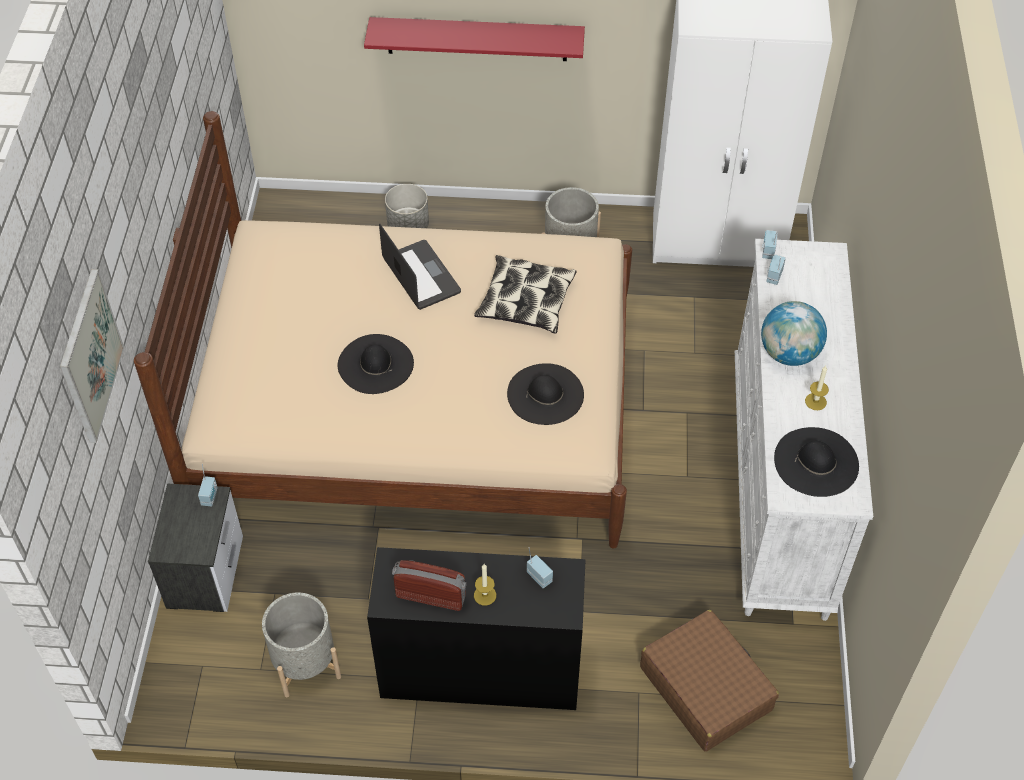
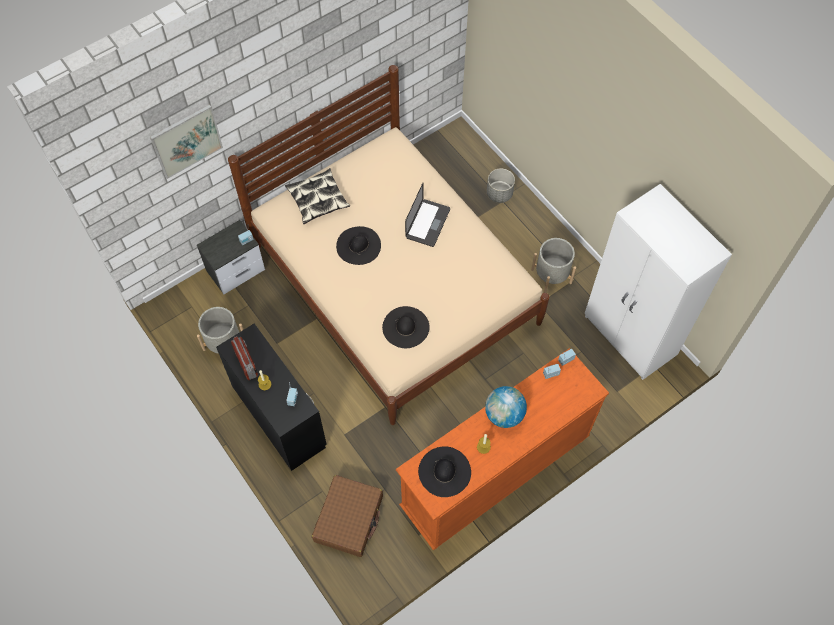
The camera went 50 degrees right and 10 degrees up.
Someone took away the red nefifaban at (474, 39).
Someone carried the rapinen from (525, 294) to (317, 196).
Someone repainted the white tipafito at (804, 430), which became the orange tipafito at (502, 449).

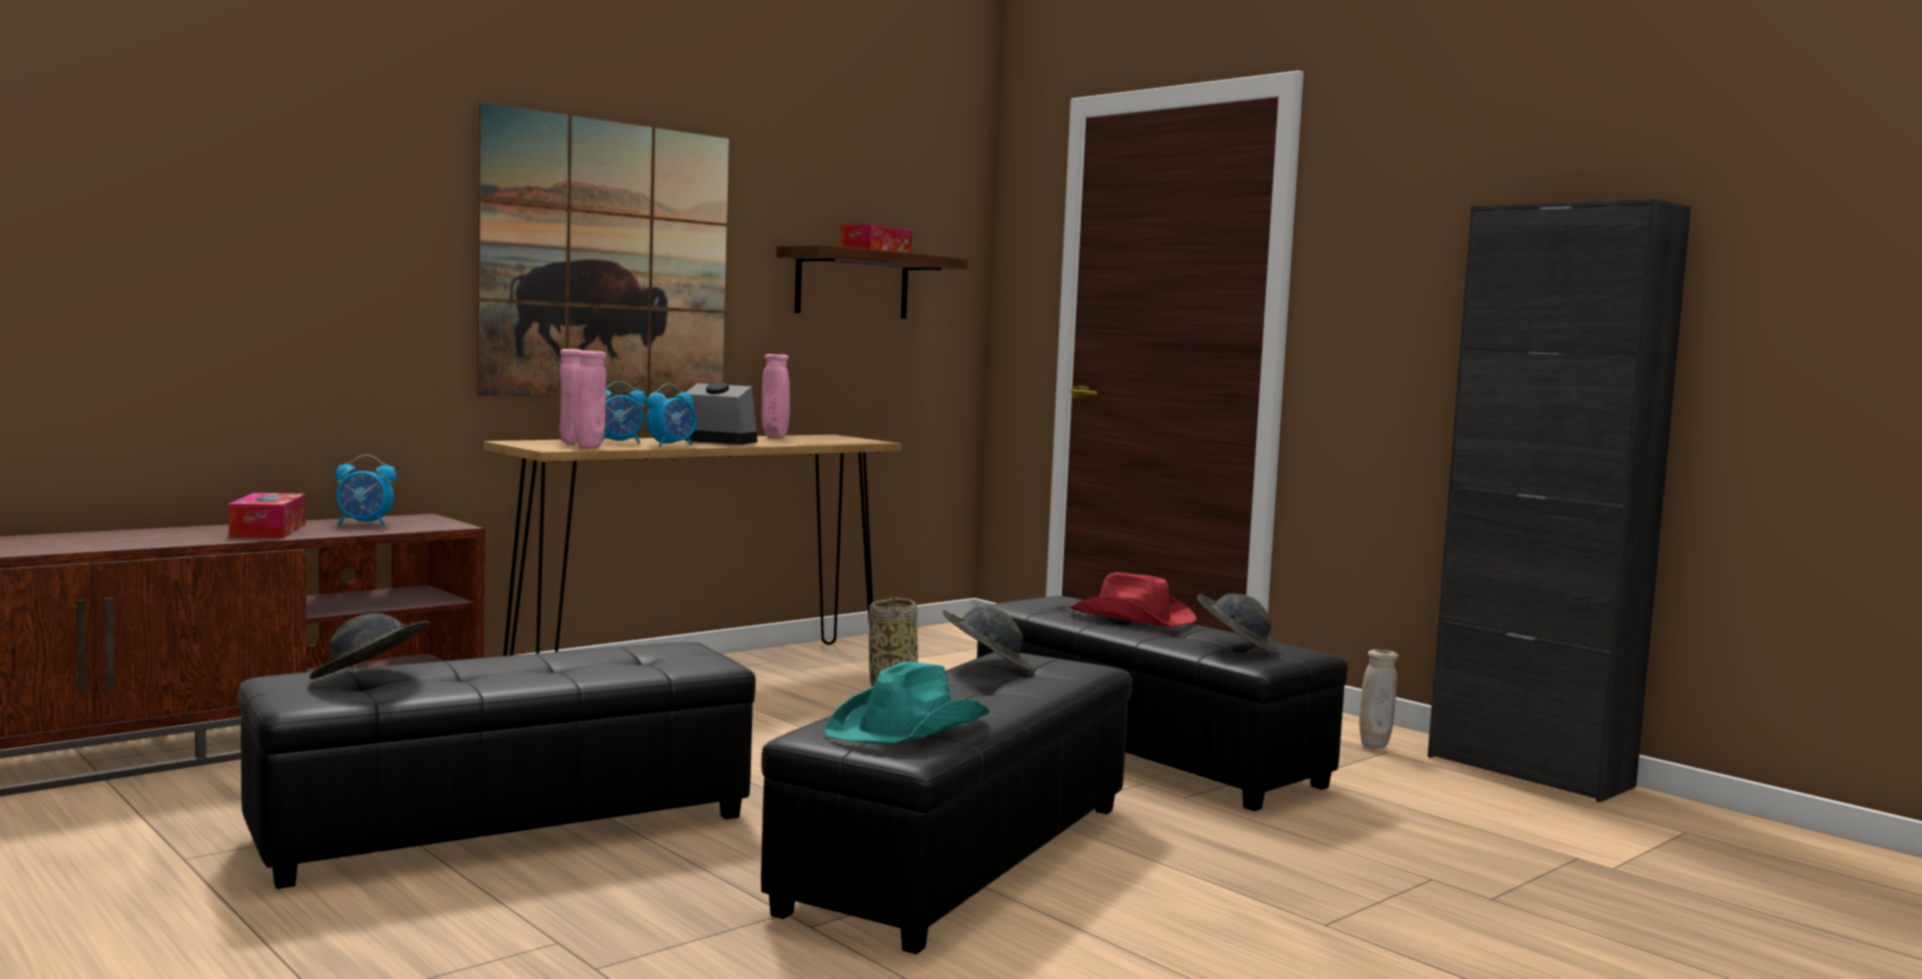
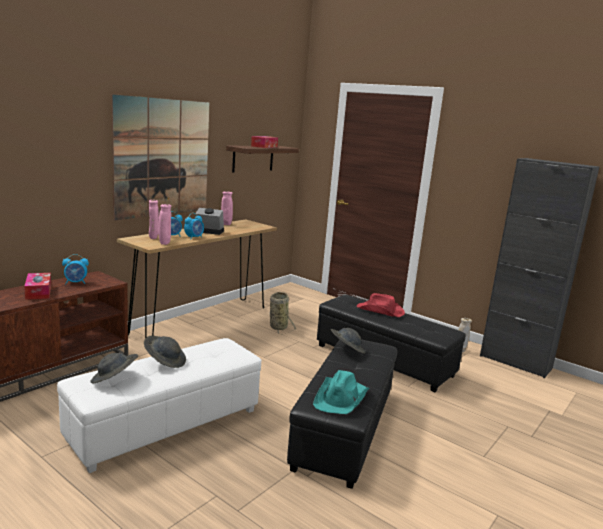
The camera went 10 degrees left and 10 degrees up.
Someone repainted the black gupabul at (497, 765), which became the white gupabul at (159, 405).
Someone carried the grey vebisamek from (1239, 623) to (165, 352).

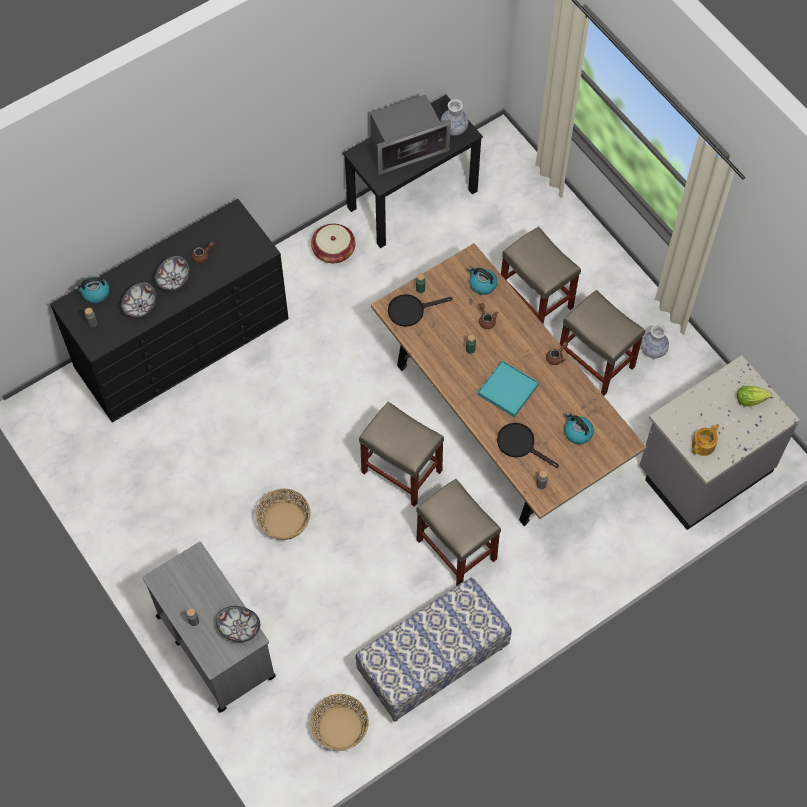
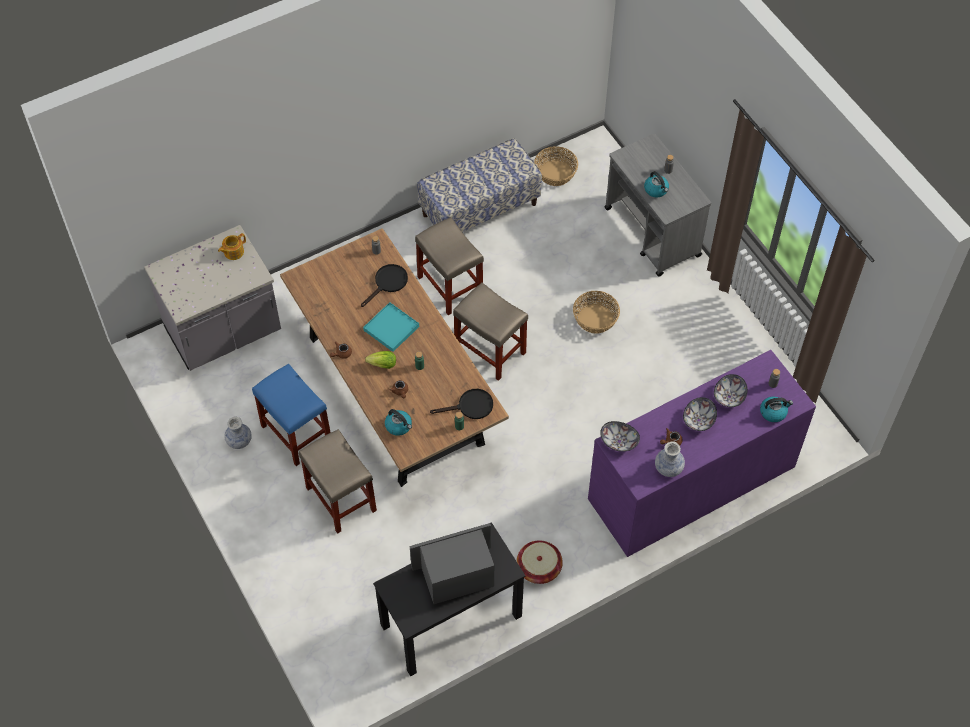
The camera went 175 degrees left and 5 degrees down.
Someone repainted the black tipafito at (169, 310), which became the purple tipafito at (702, 453).
Someone carried the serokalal from (238, 624) to (620, 436).
Someone carried the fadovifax from (454, 117) to (670, 459).
Someone rotated the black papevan at (528, 445) by 90 degrees counterclockwise.
Someone repainted the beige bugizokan at (602, 343), which became the blue bugizokan at (291, 415).
Someone carried the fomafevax from (579, 428) to (656, 184).
Someone carried the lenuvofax from (754, 396) to (380, 360).

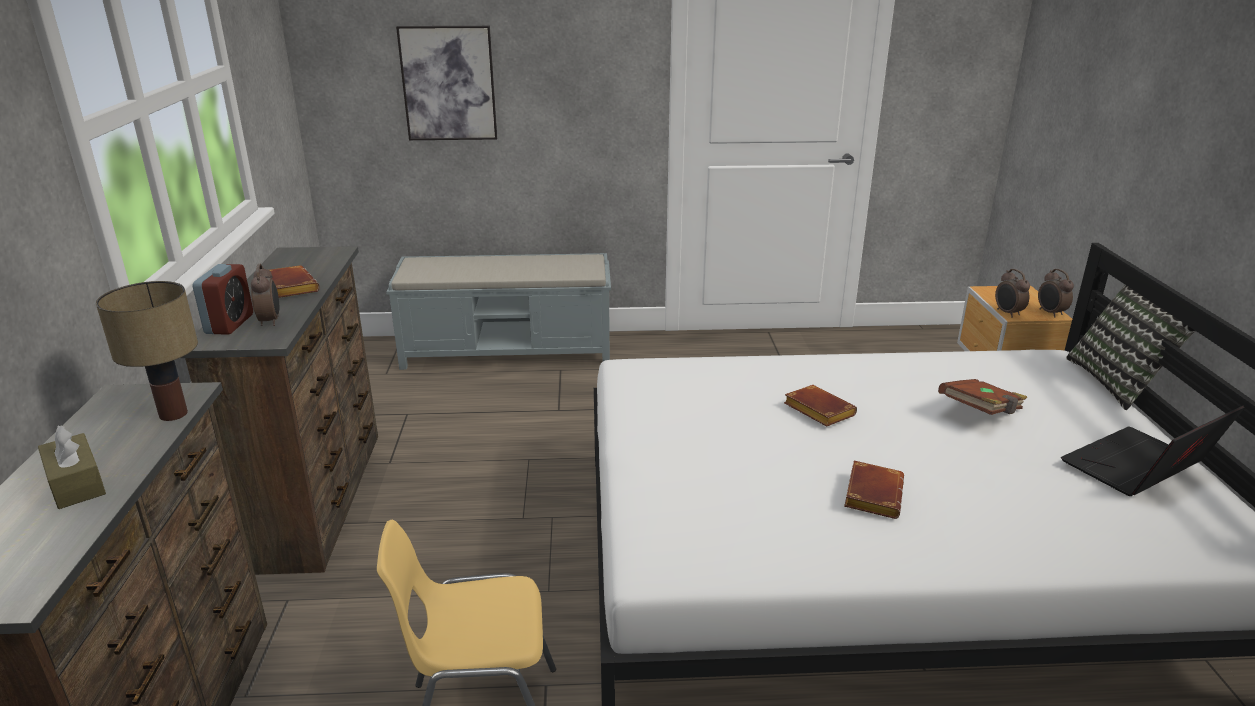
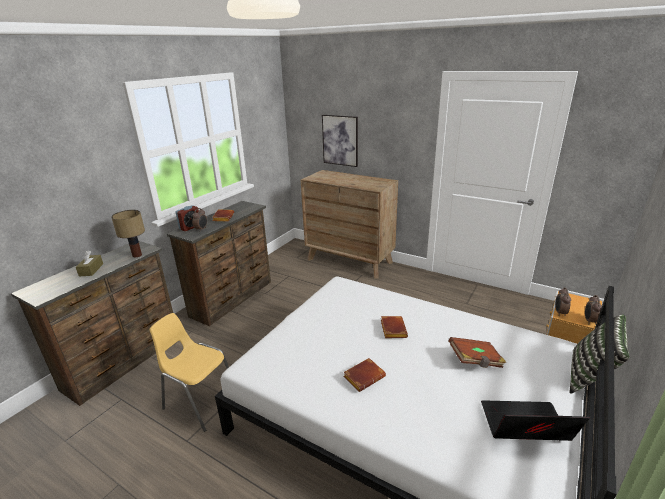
The camera went 35 degrees right and 0 degrees up.
Someone swapped the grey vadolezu at (498, 311) for the brown tipafito at (349, 224).

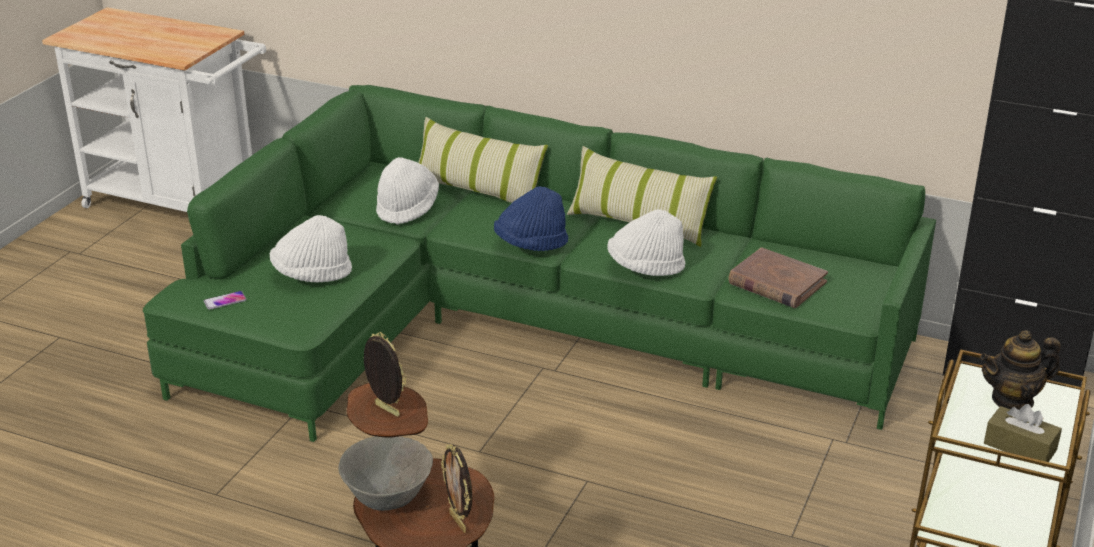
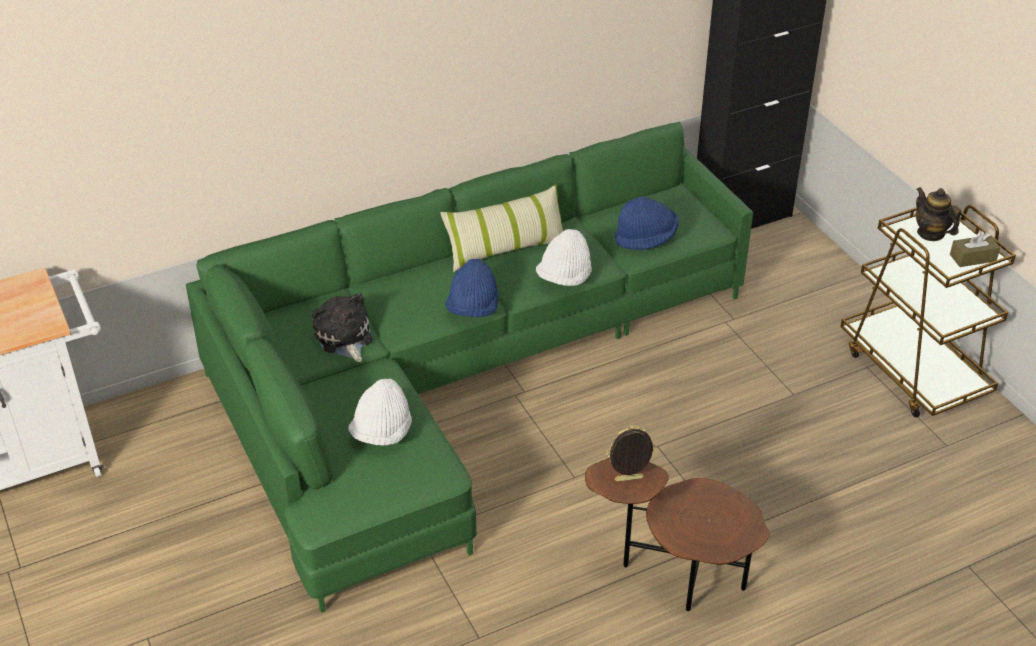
The camera went 50 degrees left and 10 degrees up.
Someone took away the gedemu at (225, 300).
Someone took away the grey serokalal at (385, 473).
Someone swapped the white vebisamek at (407, 191) for the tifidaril at (342, 327).
Someone took away the rapinen at (483, 160).
Someone took away the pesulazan at (456, 488).
Someone swapped the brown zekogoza at (778, 278) for the blue vebisamek at (647, 223).
Someone rotated the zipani at (1020, 370) by 120 degrees clockwise.

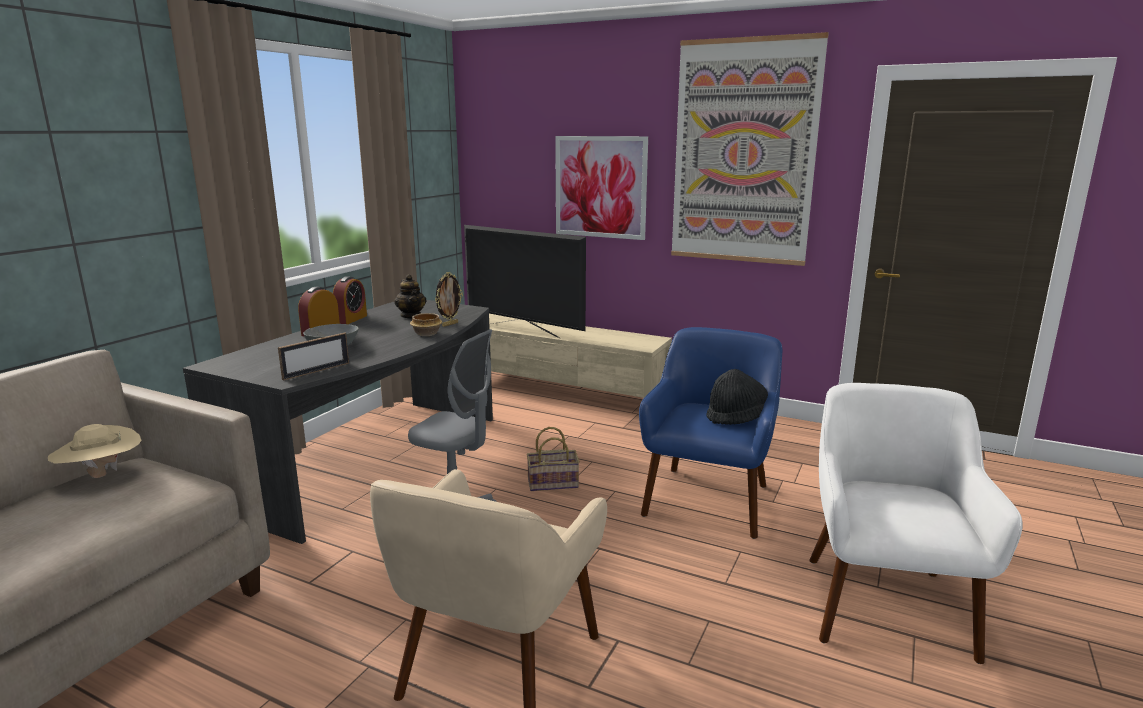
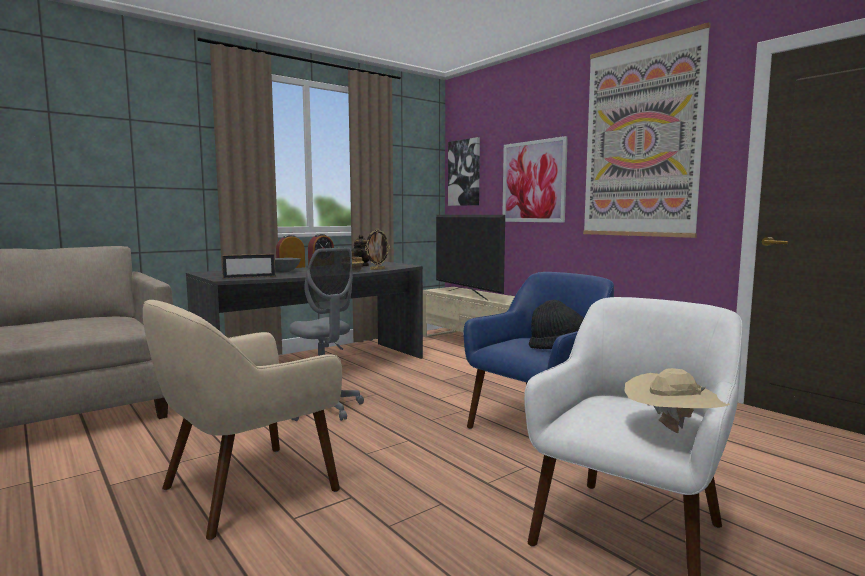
The camera went 25 degrees right and 10 degrees down.
Someone carried the beige vebisamek from (95, 451) to (677, 400).
Someone took away the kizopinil at (553, 459).
Someone put up the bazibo at (464, 171).

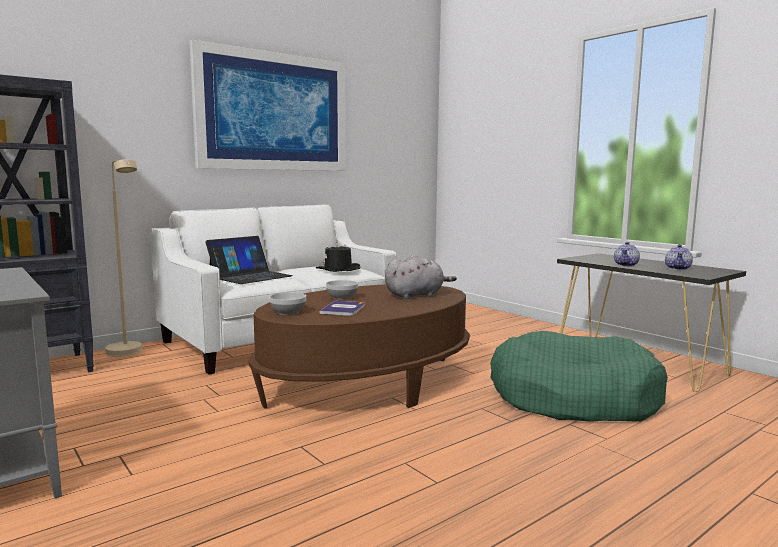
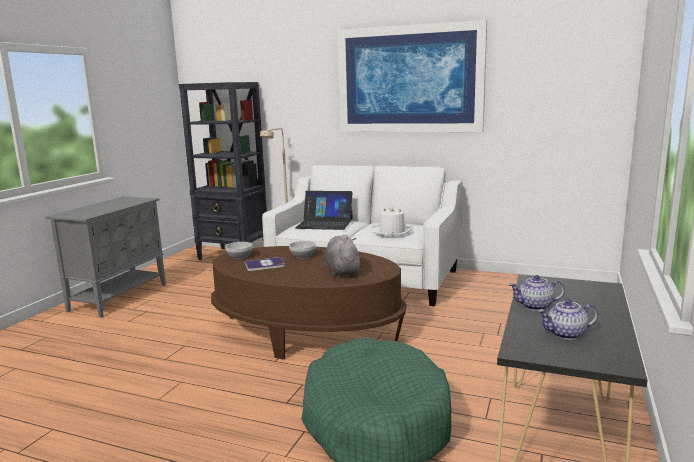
The camera went 60 degrees right and 5 degrees up.
Someone repainted the black vebisamek at (338, 257), which became the white vebisamek at (392, 221).
Someone rotated the grey tifidaril at (421, 277) by 135 degrees counterclockwise.

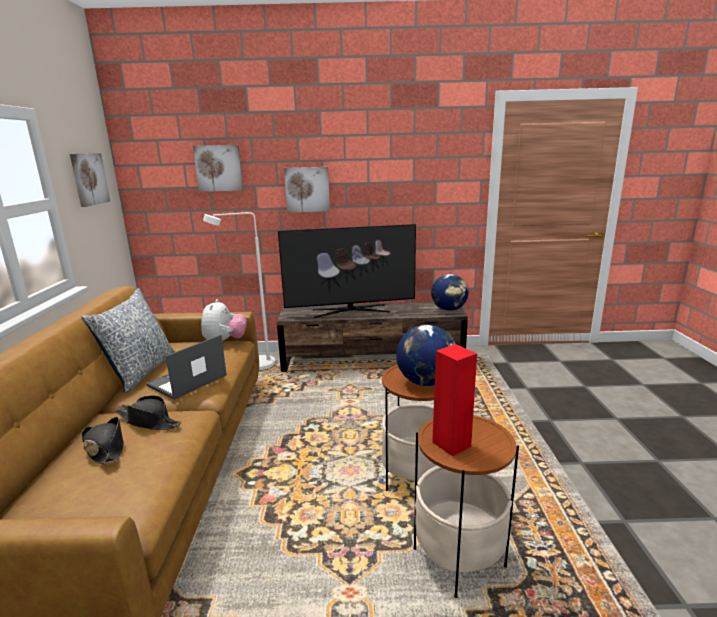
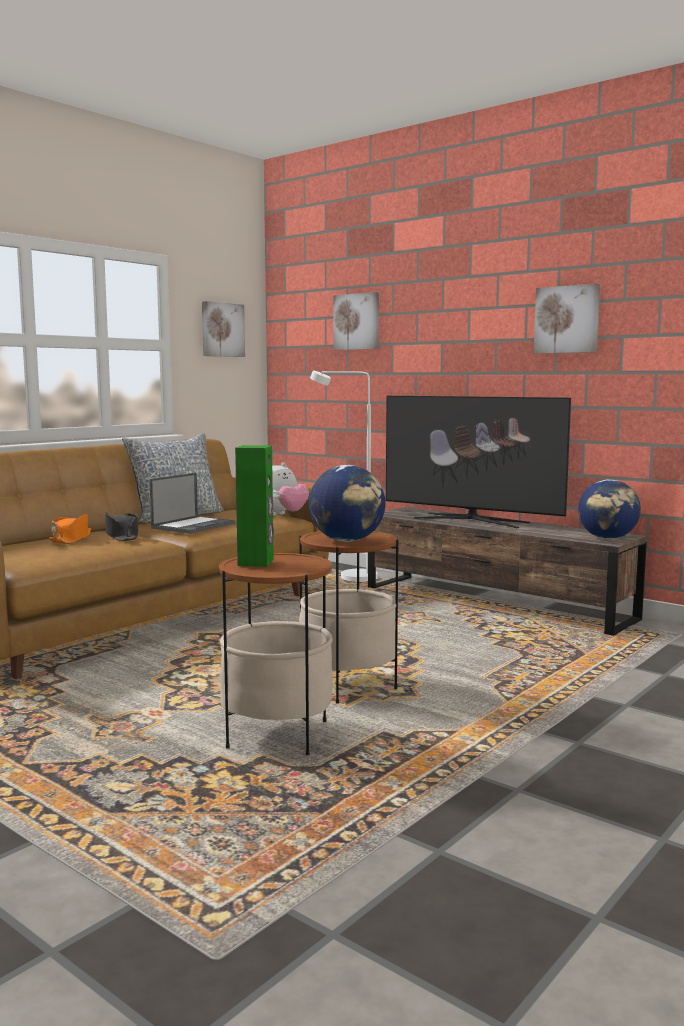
The camera went 40 degrees right and 10 degrees down.
Someone repainted the black vebisamek at (102, 440), which became the orange vebisamek at (70, 529).
Someone rotated the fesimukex at (186, 367) by 135 degrees clockwise.
Someone carried the bazibo from (307, 190) to (567, 318).
Someone repainted the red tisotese at (454, 400), which became the green tisotese at (254, 506).

